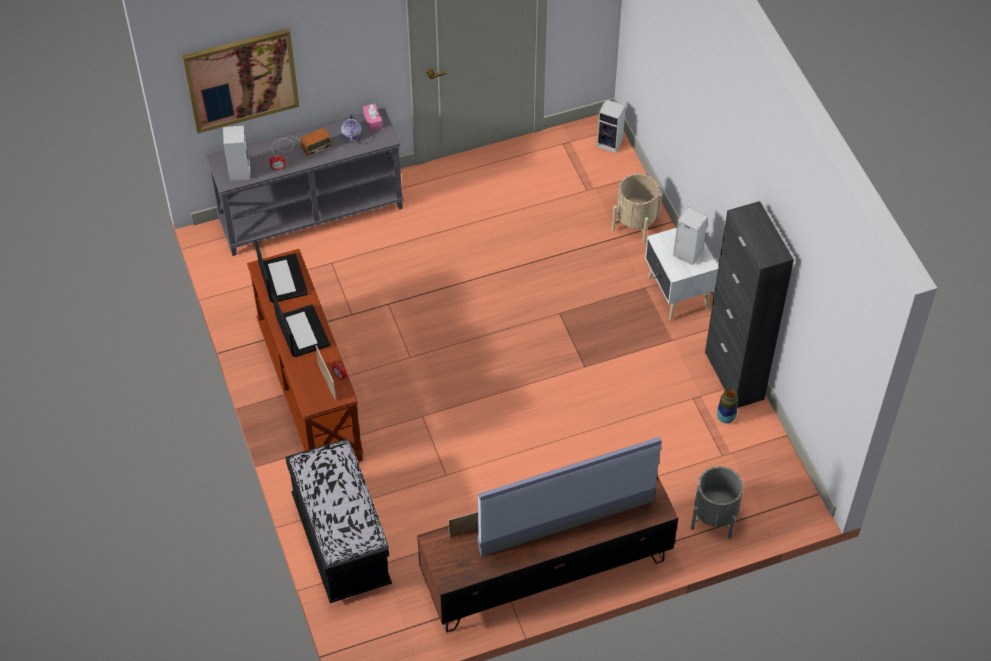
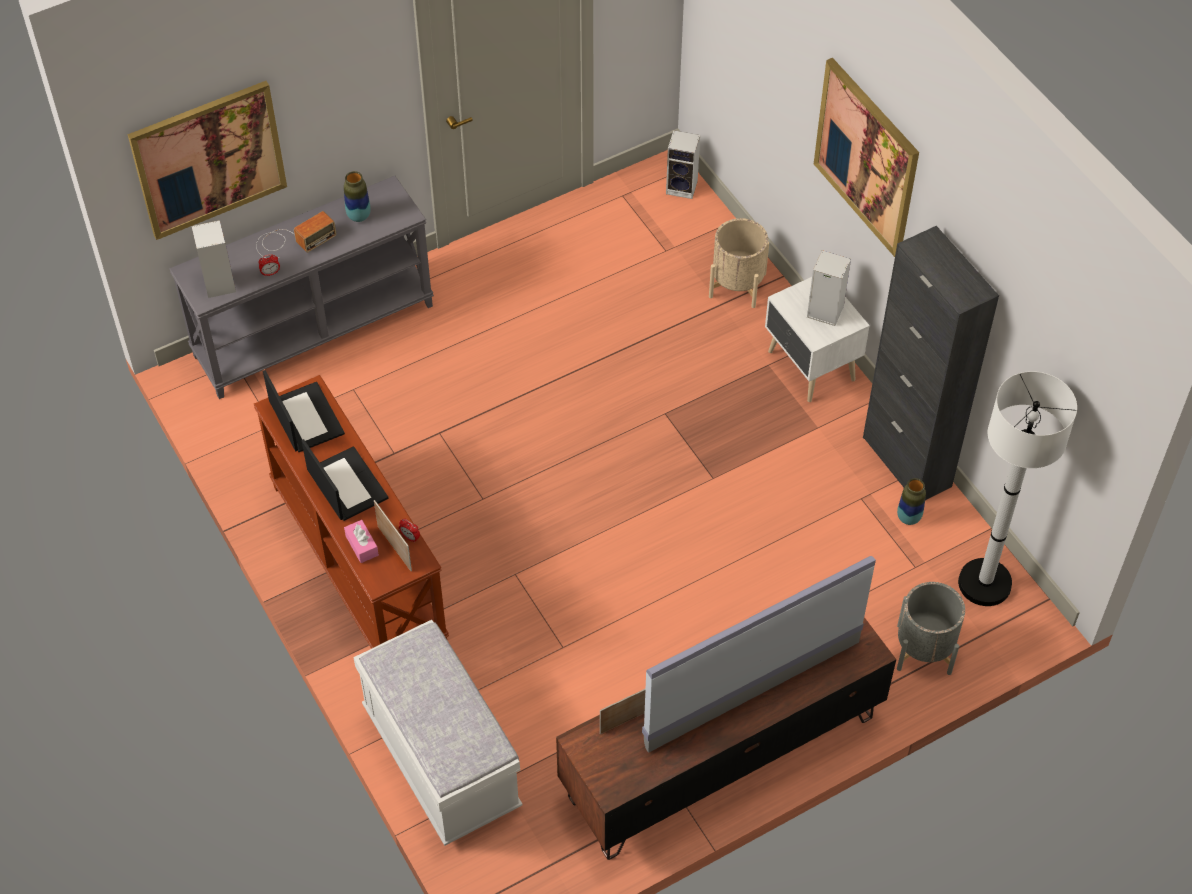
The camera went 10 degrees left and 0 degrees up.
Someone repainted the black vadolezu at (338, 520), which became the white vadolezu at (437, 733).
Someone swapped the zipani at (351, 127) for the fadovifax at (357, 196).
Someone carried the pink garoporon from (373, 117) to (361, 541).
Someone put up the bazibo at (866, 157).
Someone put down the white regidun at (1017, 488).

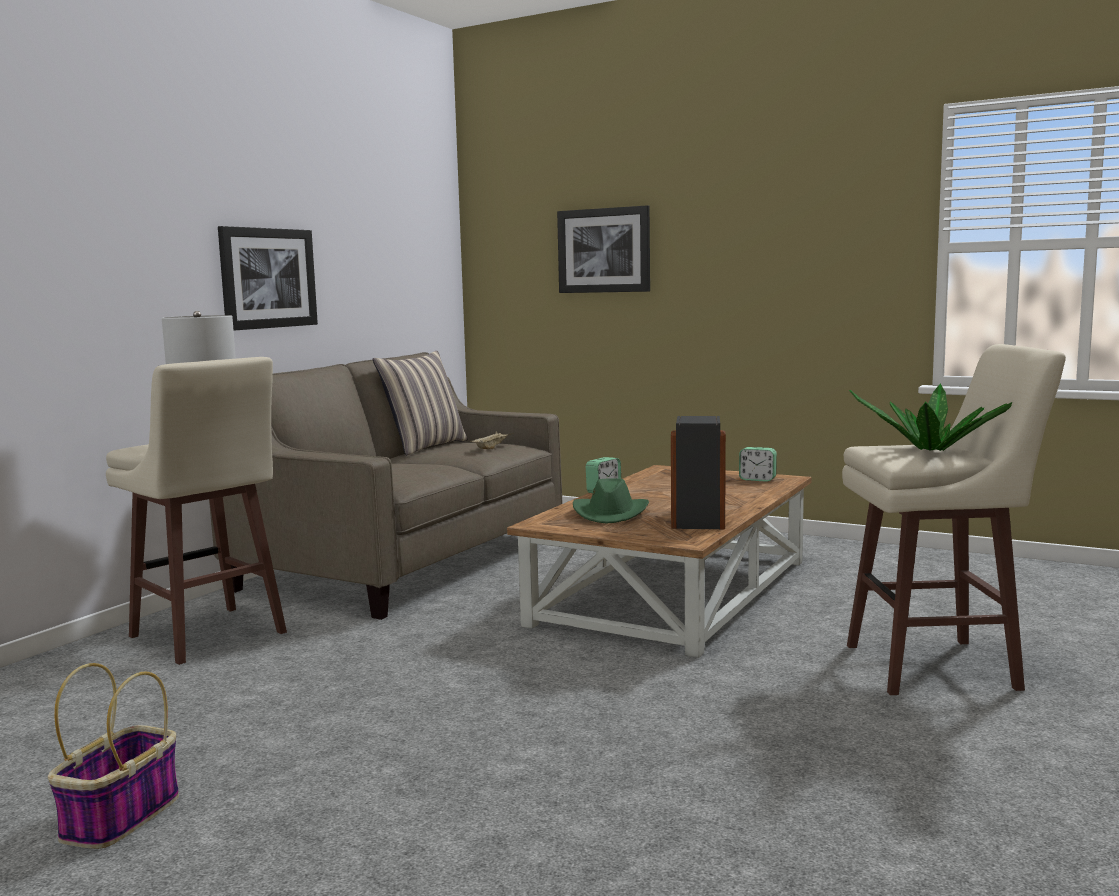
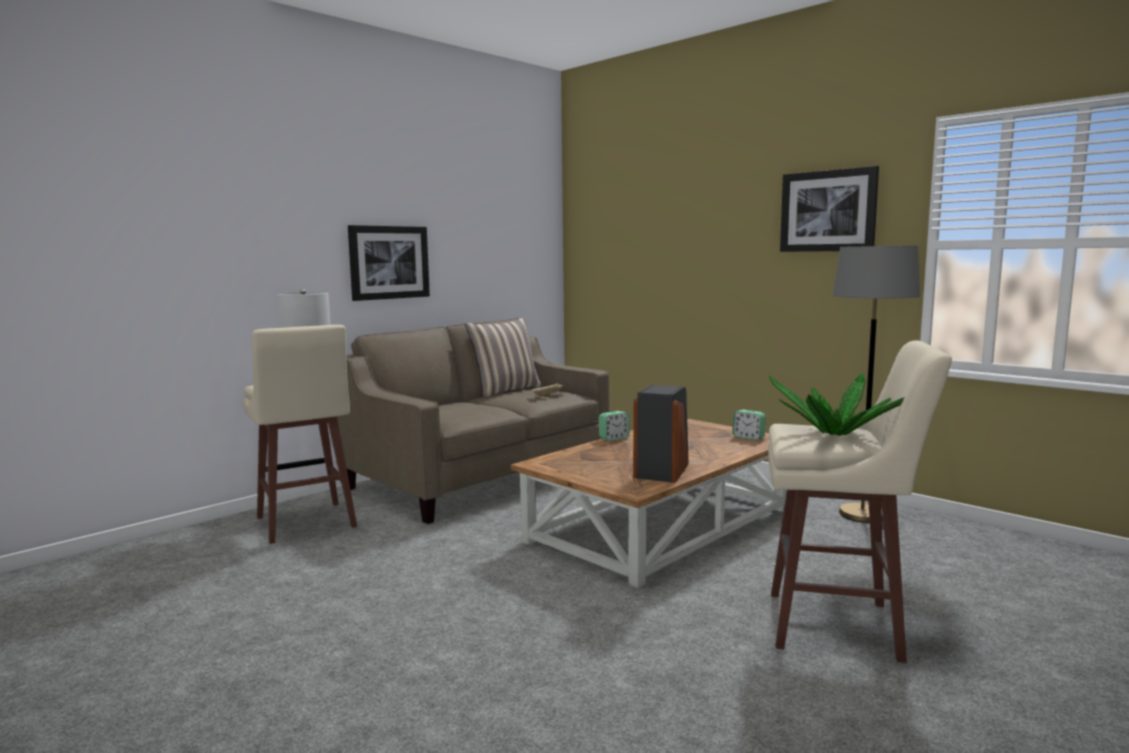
The camera went 15 degrees right and 0 degrees up.
Someone took away the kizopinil at (113, 756).
Someone carried the bazibo from (603, 249) to (829, 209).
Someone took away the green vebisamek at (611, 501).
Someone put down the grey regidun at (876, 384).

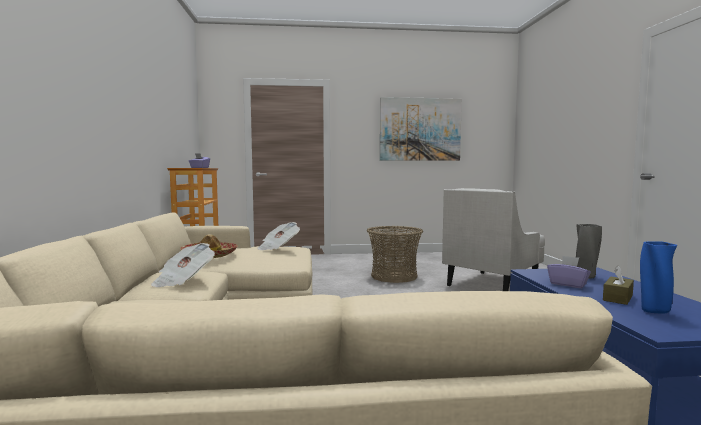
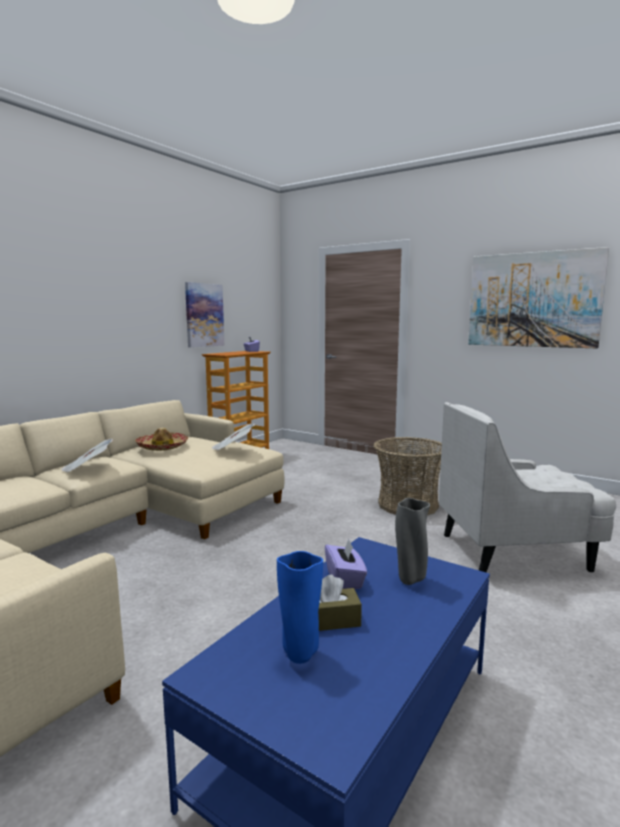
The camera went 40 degrees right and 5 degrees up.
Someone put up the bazibo at (204, 315).

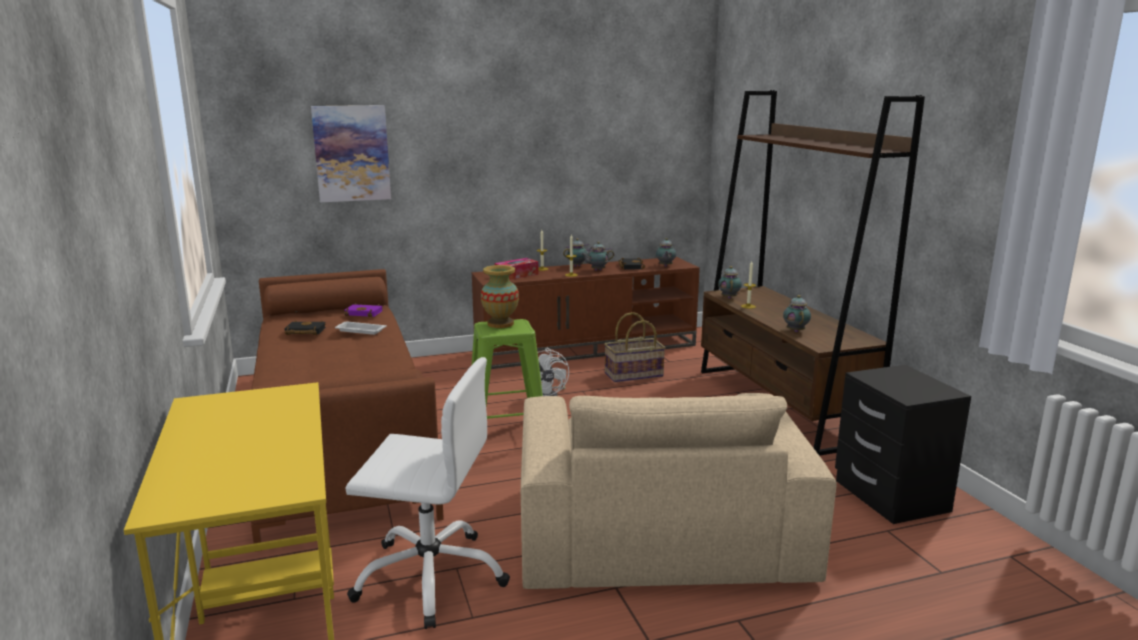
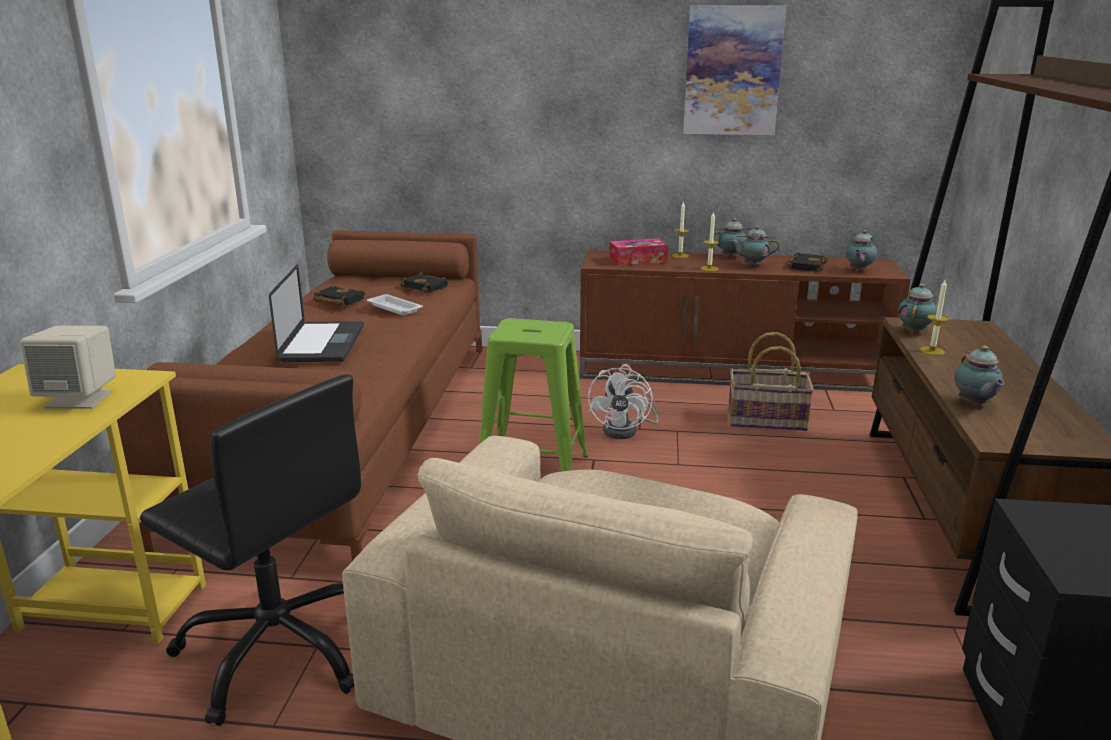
The camera went 25 degrees right and 5 degrees up.
Someone carried the bazibo from (351, 153) to (734, 70).
Someone repainted the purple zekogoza at (363, 310), which became the black zekogoza at (424, 282).
Someone repainted the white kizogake at (427, 493), which became the black kizogake at (250, 550).
Someone took away the fadovifax at (500, 296).
Someone rotated the zipani at (797, 313) by 150 degrees clockwise.
Someone put down the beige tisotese at (68, 367).
Someone put down the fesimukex at (316, 313).

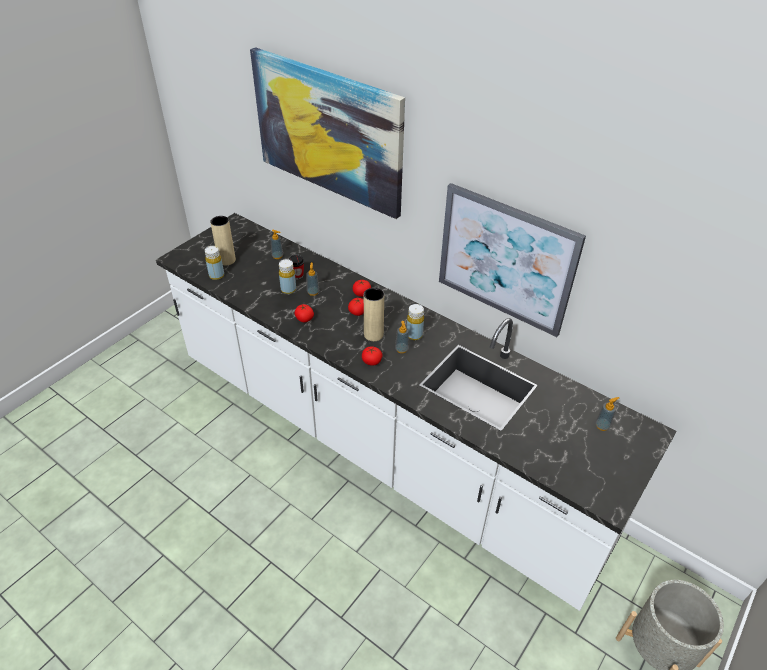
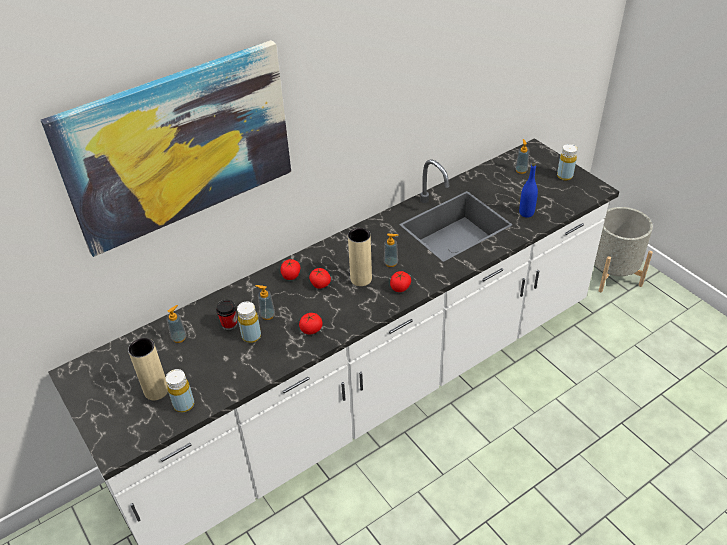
The camera went 70 degrees left and 0 degrees up.
Someone carried the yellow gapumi from (415, 322) to (567, 162).
Someone took away the bazibo at (512, 260).
Someone put down the blue gapumi at (528, 190).

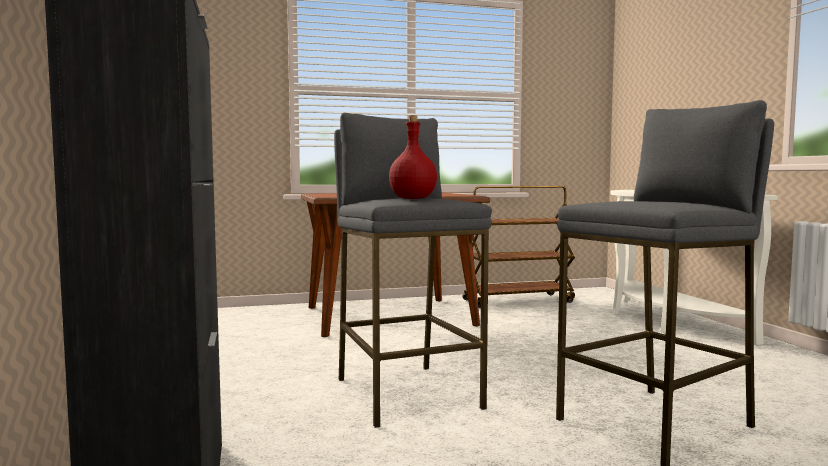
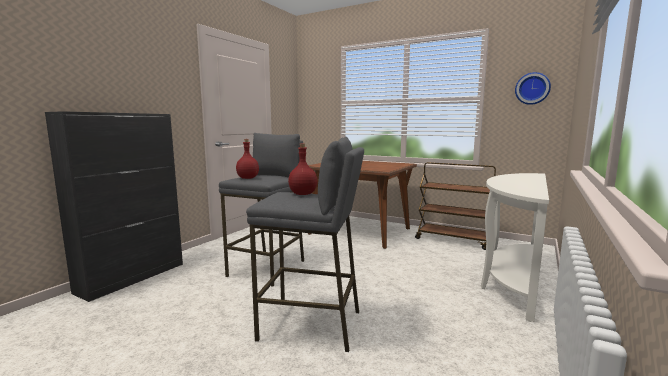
The camera went 45 degrees right and 5 degrees up.
Someone put down the red gapumi at (302, 169).
Someone put up the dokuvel at (533, 88).

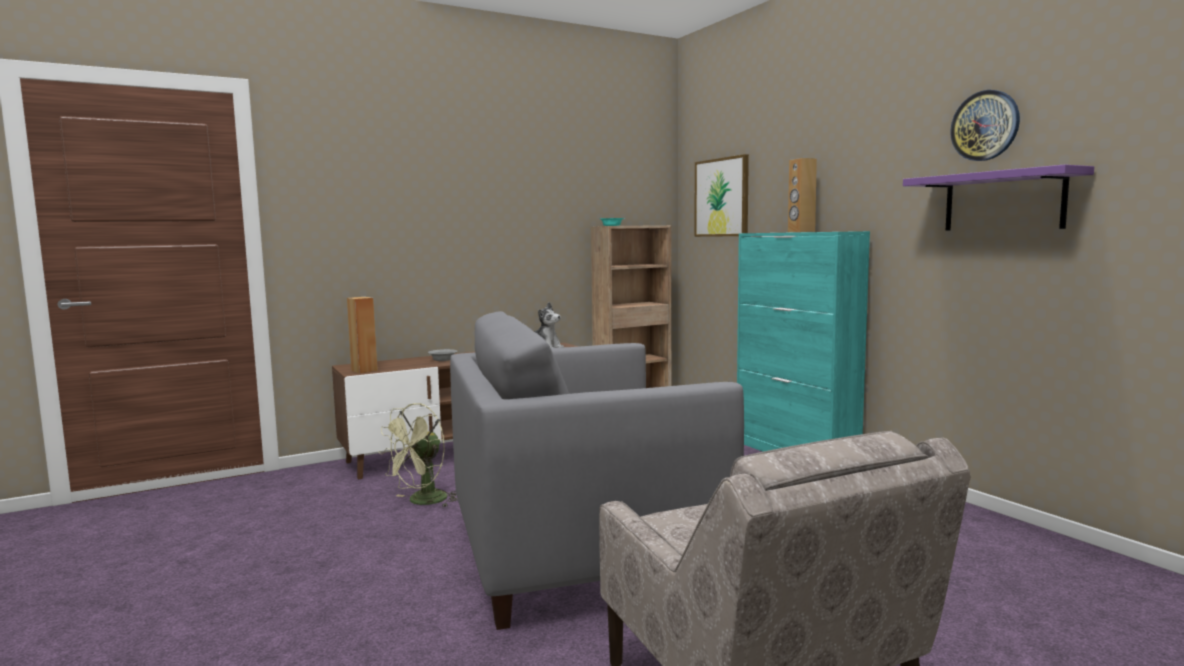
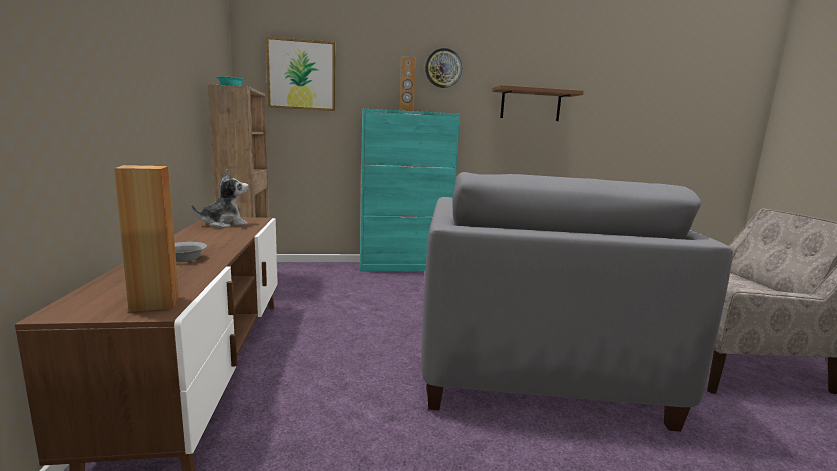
The camera went 70 degrees left and 5 degrees up.
Someone took away the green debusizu at (418, 455).
Someone repainted the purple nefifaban at (998, 197), which became the brown nefifaban at (538, 103).
Someone carried the dokuvel from (985, 125) to (443, 68).

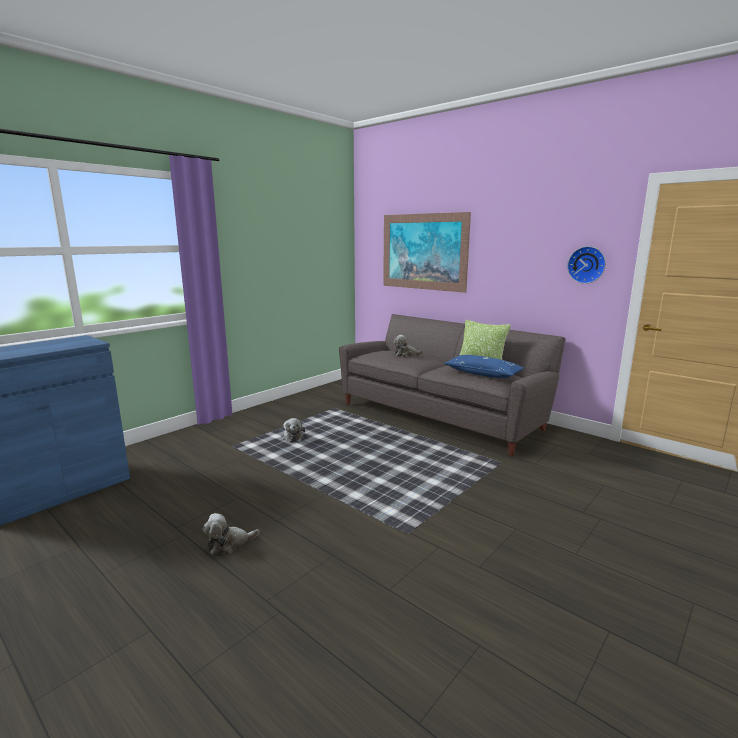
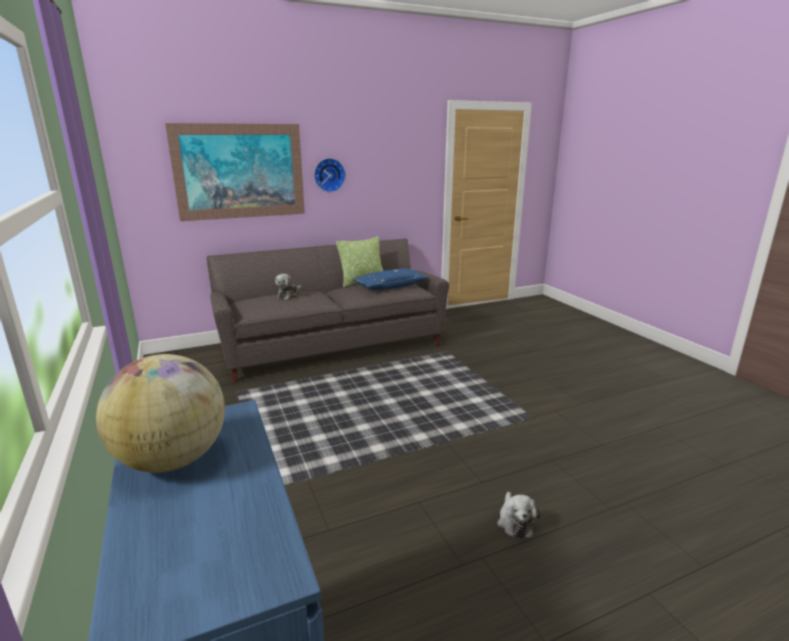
The camera went 65 degrees left and 5 degrees up.
Someone took away the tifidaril at (293, 430).
Someone carried the dokuvel from (586, 265) to (330, 175).
Someone put down the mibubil at (160, 413).

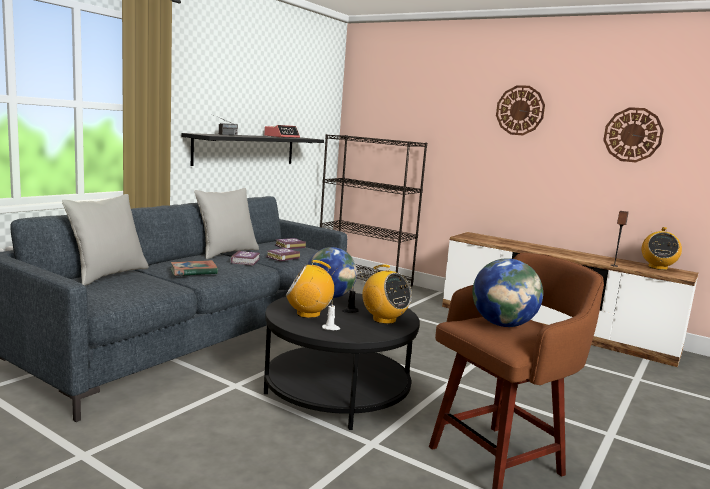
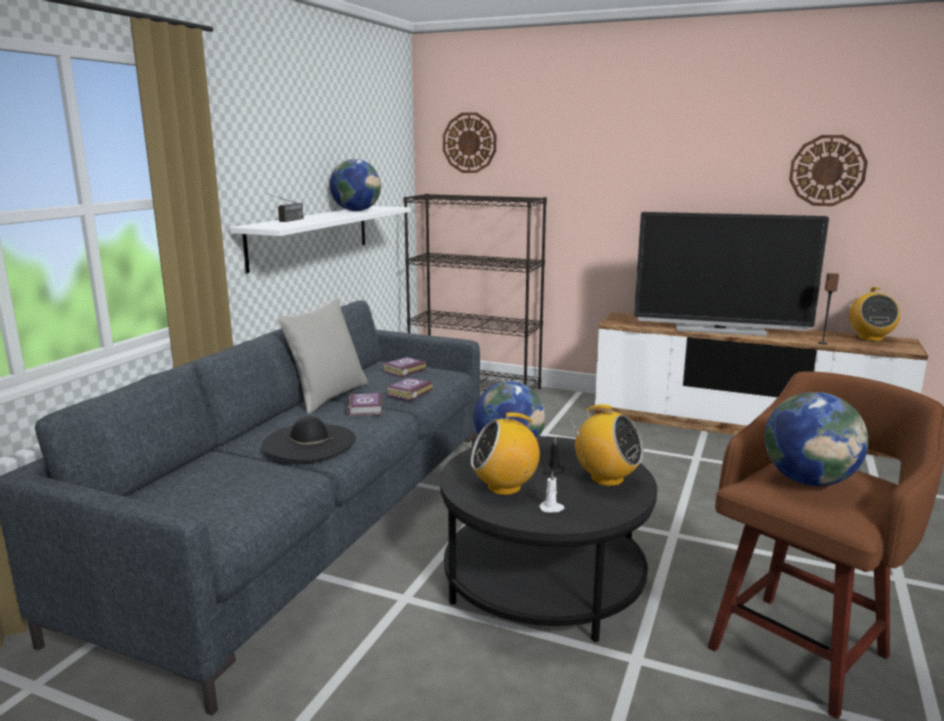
The camera went 10 degrees left and 5 degrees up.
Someone took away the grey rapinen at (105, 240).
Someone swapped the zekogoza at (194, 268) for the black vebisamek at (309, 438).
Someone repainted the black nefifaban at (252, 149), which became the white nefifaban at (320, 239).
Someone swapped the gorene at (282, 131) for the mibubil at (355, 185).
Someone carried the dokuvel from (520, 110) to (469, 142).
Someone put down the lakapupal at (731, 274).

